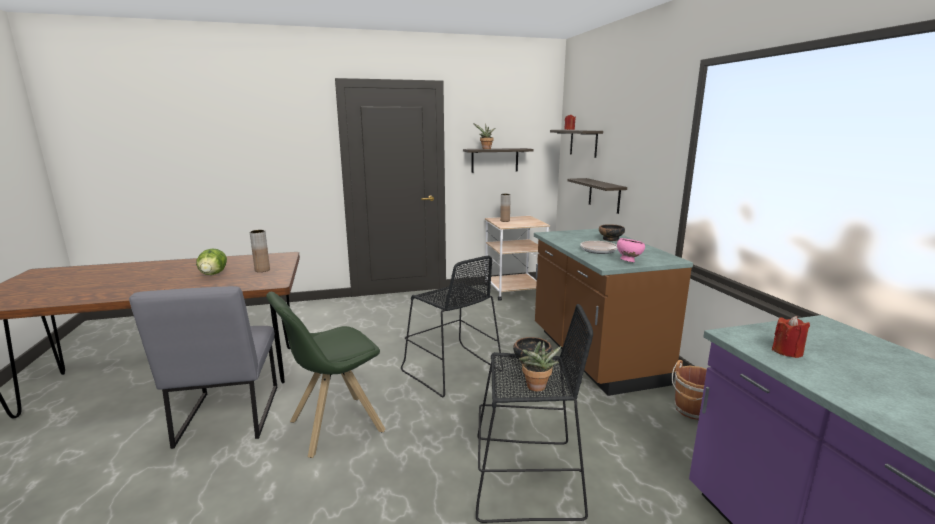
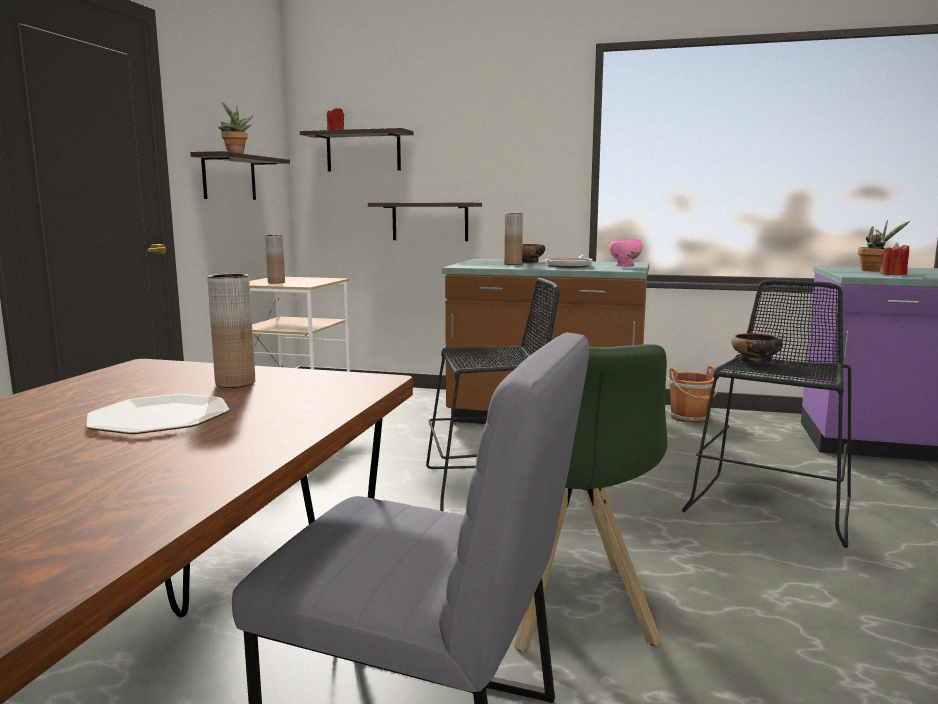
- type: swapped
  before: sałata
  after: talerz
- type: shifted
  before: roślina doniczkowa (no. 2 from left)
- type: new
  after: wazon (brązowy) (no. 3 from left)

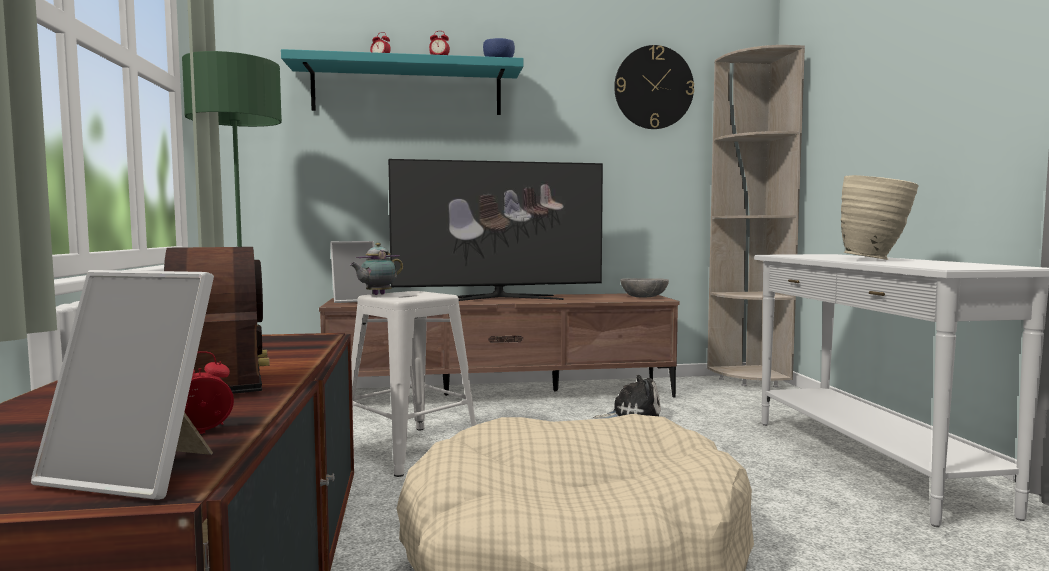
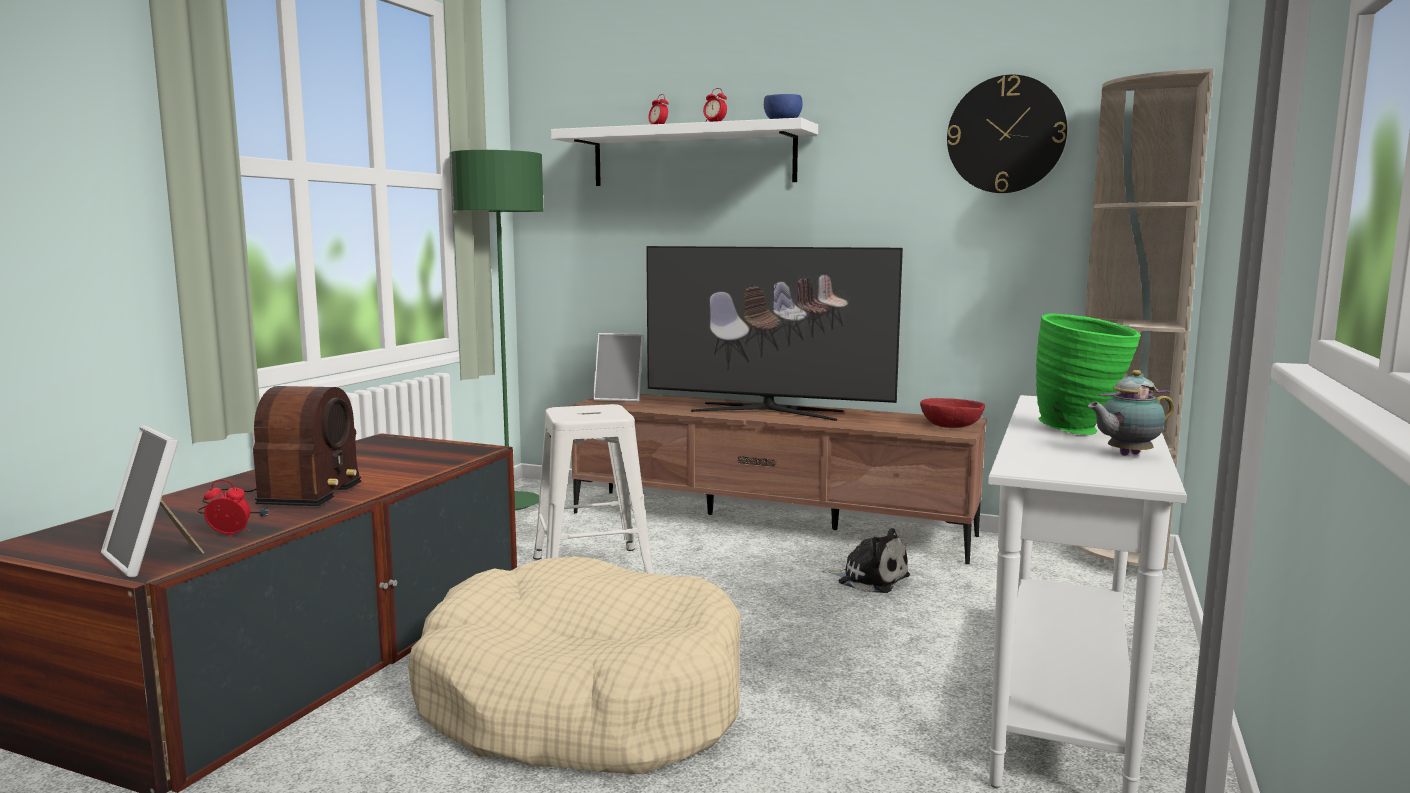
- type: repainted
  before: półka (turkusowy)
  after: półka (biały)
- type: shifted
  before: imbryk
- type: repainted
  before: miska (szary)
  after: miska (czerwony)
- type: repainted
  before: wazon (beżowy)
  after: wazon (zielony)

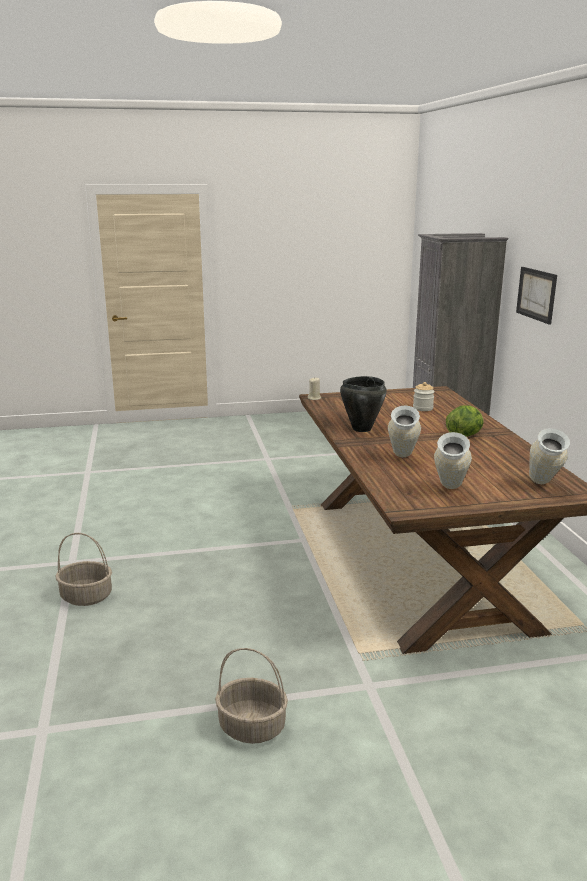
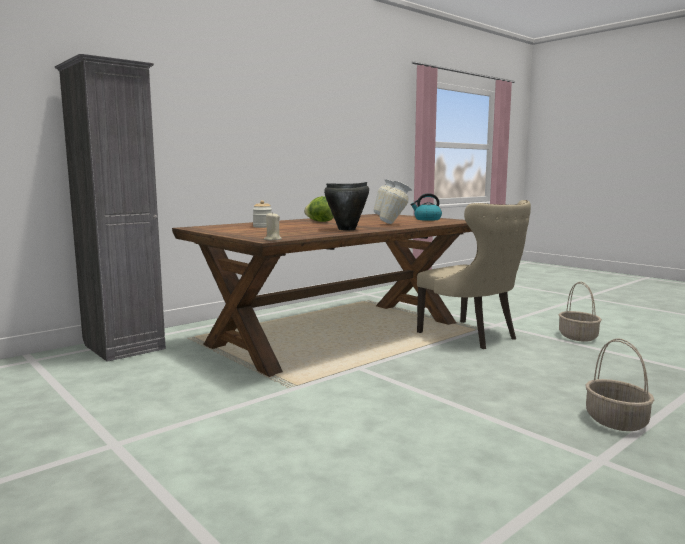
- type: swapped
  before: wazon (no. 2 from left)
  after: czajnik
- type: gone
  before: obraz
- type: new
  after: krzesło (beżowy)

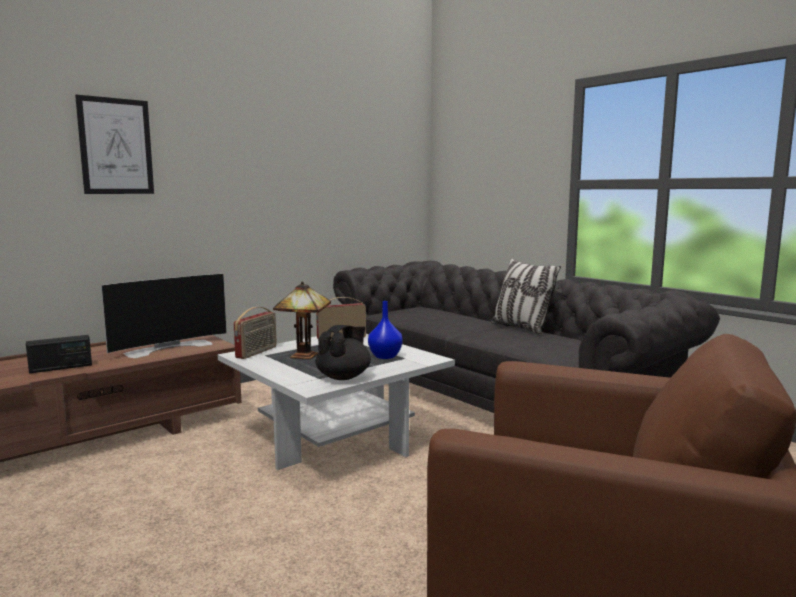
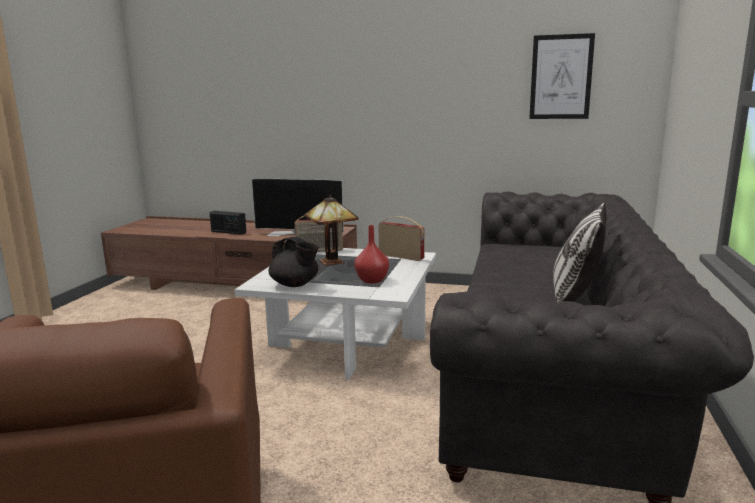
- type: shifted
  before: obraz
- type: rotated
  before: imbryk (czarny)
  turn: 45
- type: repainted
  before: wazon (niebieski)
  after: wazon (czerwony)

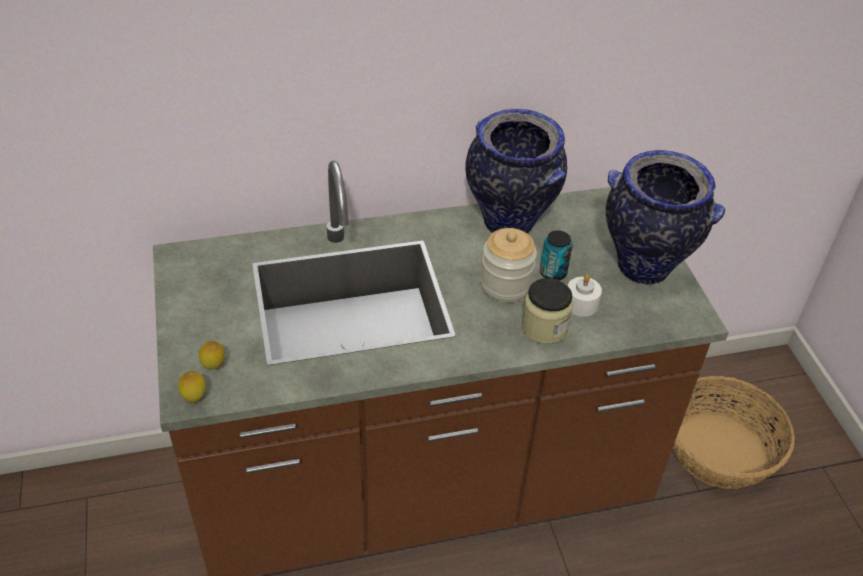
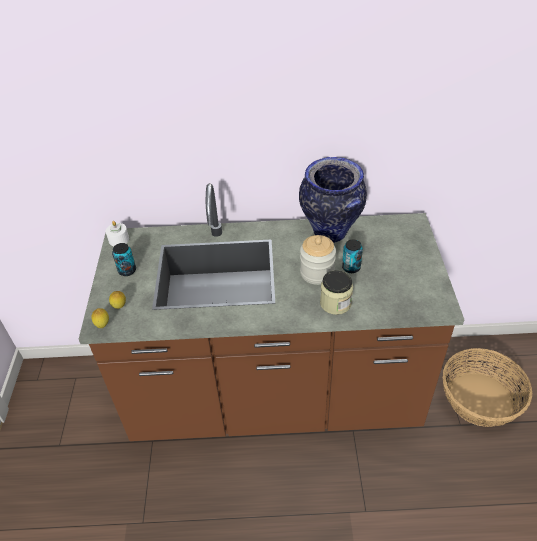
- type: shifted
  before: świeca (biały)
- type: gone
  before: wazon (no. 2 from left)
- type: new
  after: puszka (no. 1 from left)

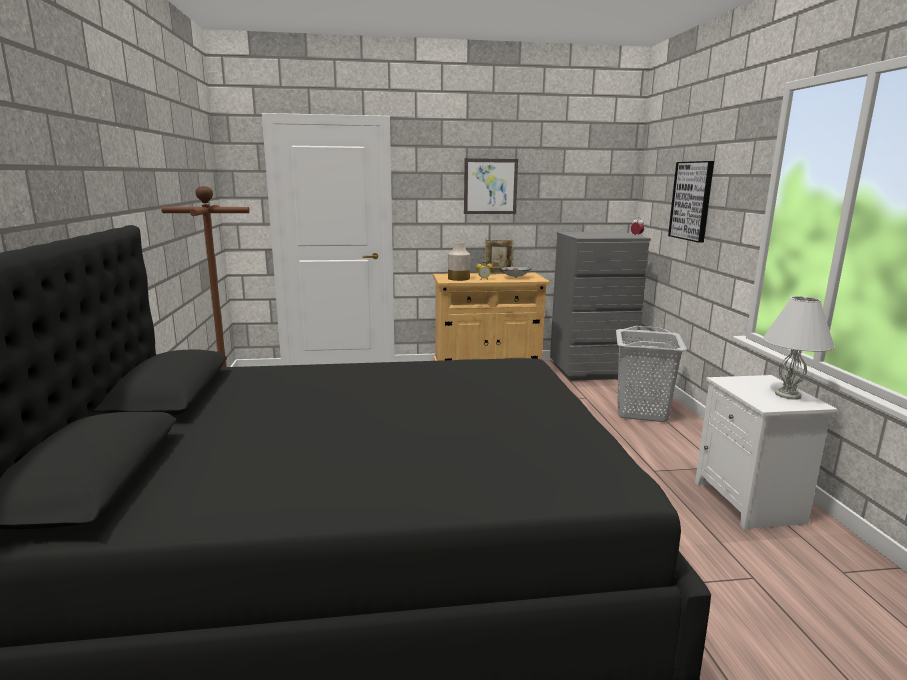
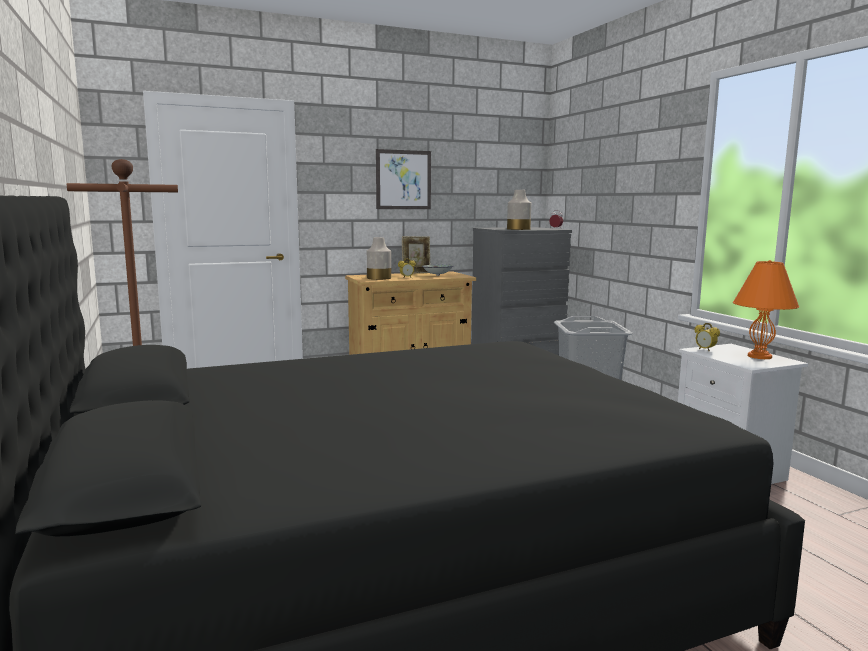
- type: gone
  before: obraz (no. 2 from left)
- type: repainted
  before: lampa stołowa (biały)
  after: lampa stołowa (pomarańczowy)
- type: new
  after: wazon (beżowy) (no. 2 from left)
- type: new
  after: budzik (no. 3 from left)

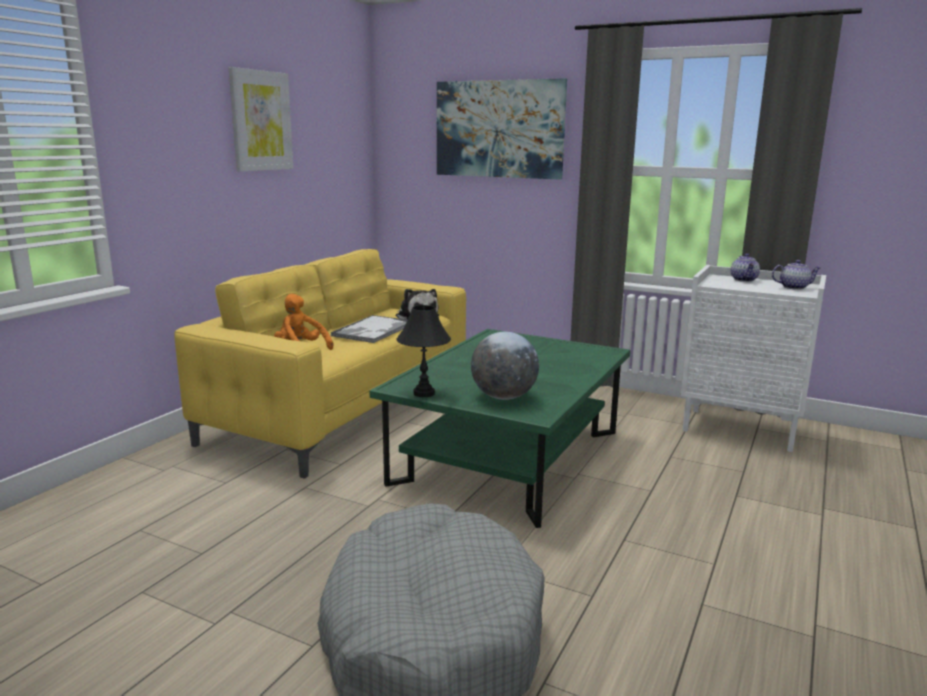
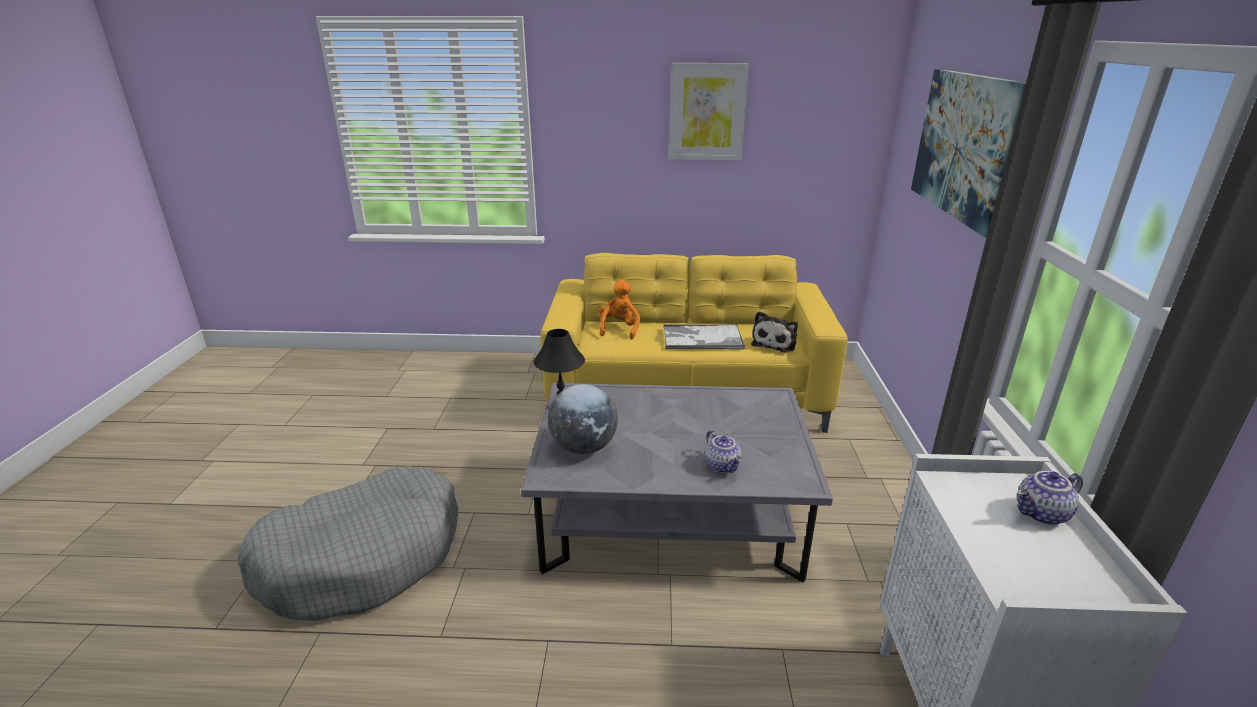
- type: repainted
  before: ława (zielony)
  after: ława (szary)
- type: shifted
  before: imbryk (no. 2 from left in the first image)
  after: imbryk (no. 1 from left)

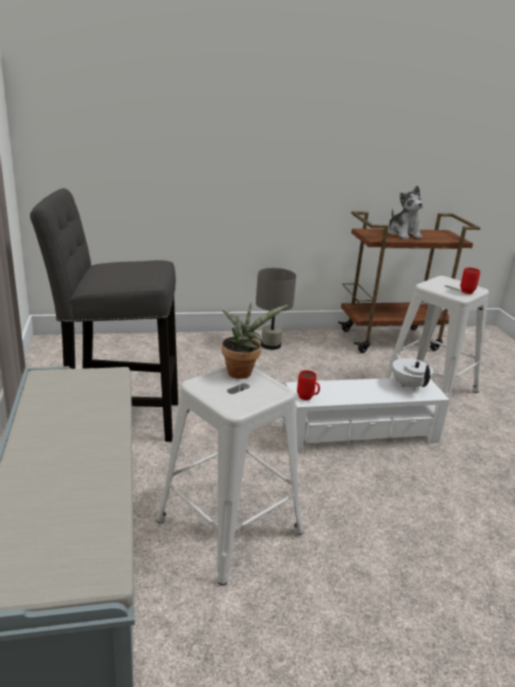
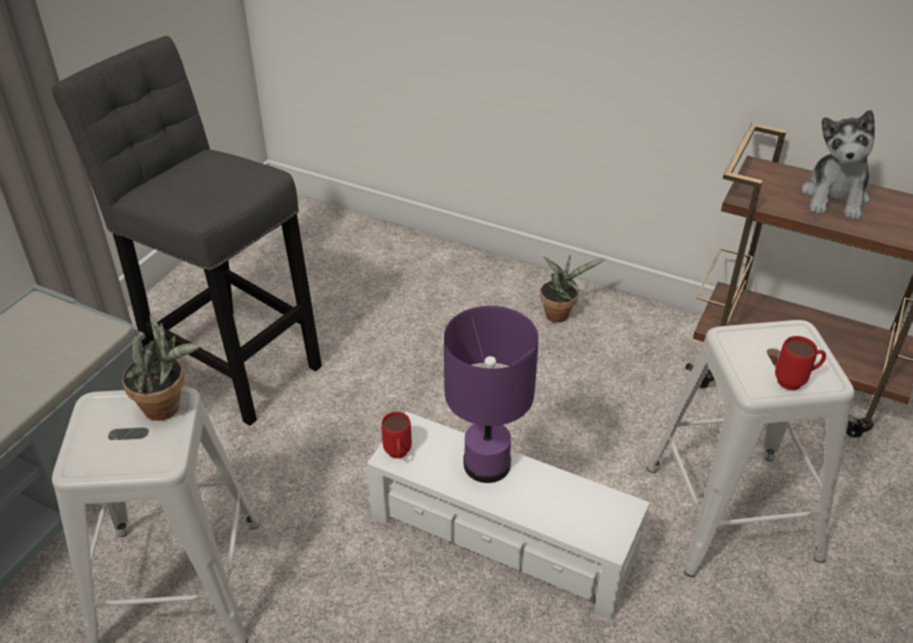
- type: swapped
  before: lampa stołowa (szary)
  after: roślina doniczkowa (no. 2 from left)
- type: gone
  before: imbryk (biały)
- type: new
  after: lampa stołowa (fioletowy)

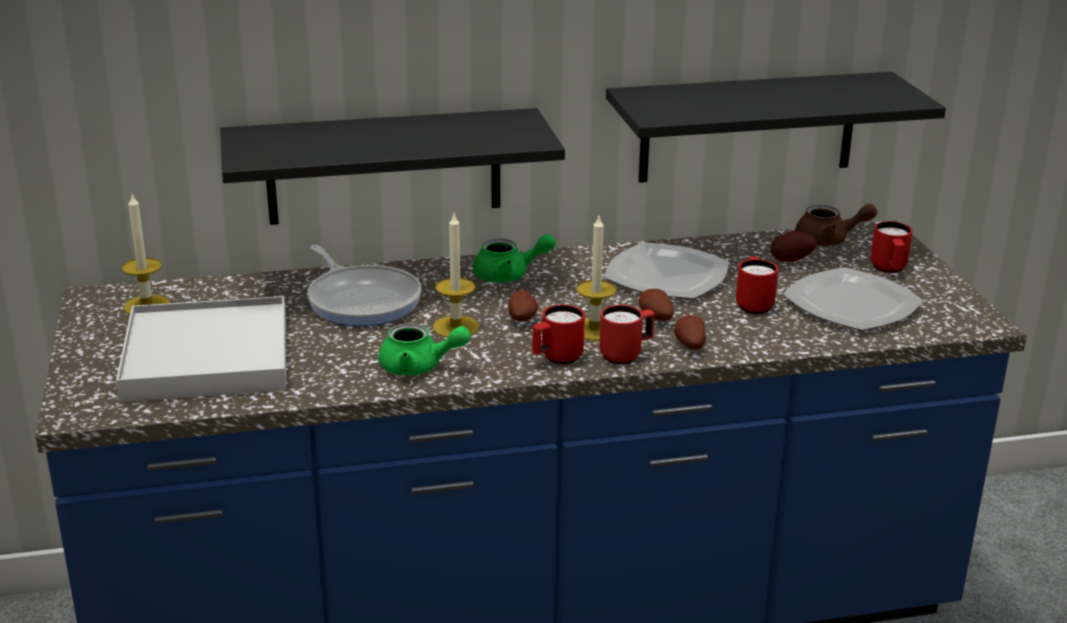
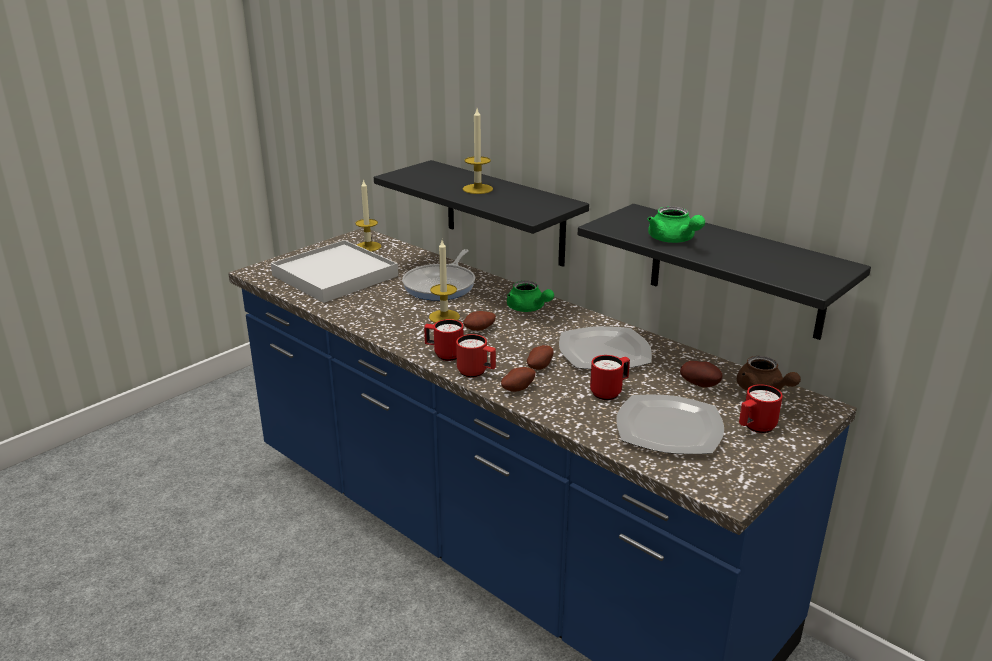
- type: shifted
  before: imbryk (zielony) (no. 1 from left in the first image)
  after: imbryk (zielony) (no. 2 from left)
- type: shifted
  before: świeca (no. 3 from left)

